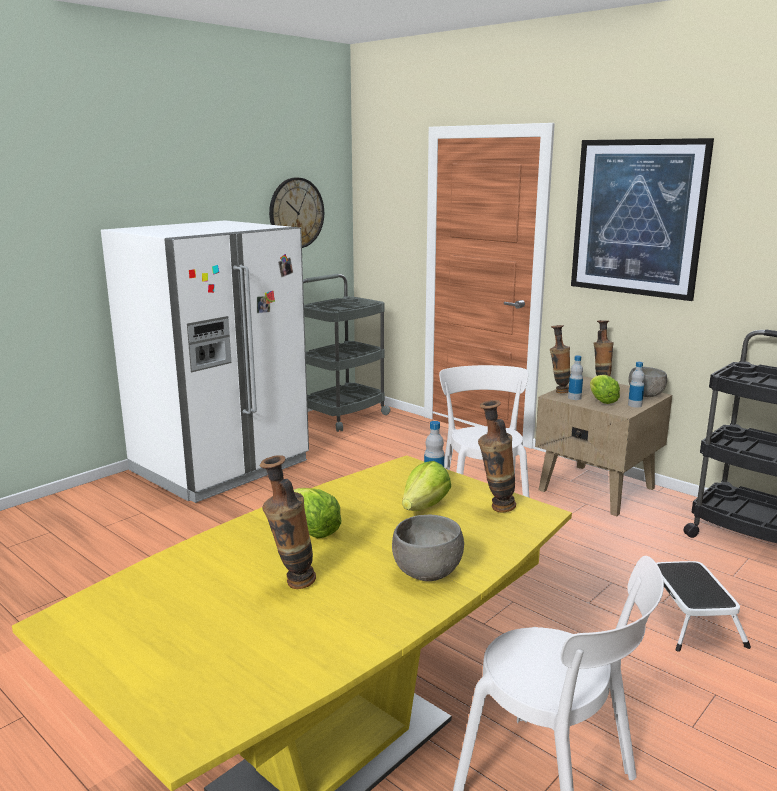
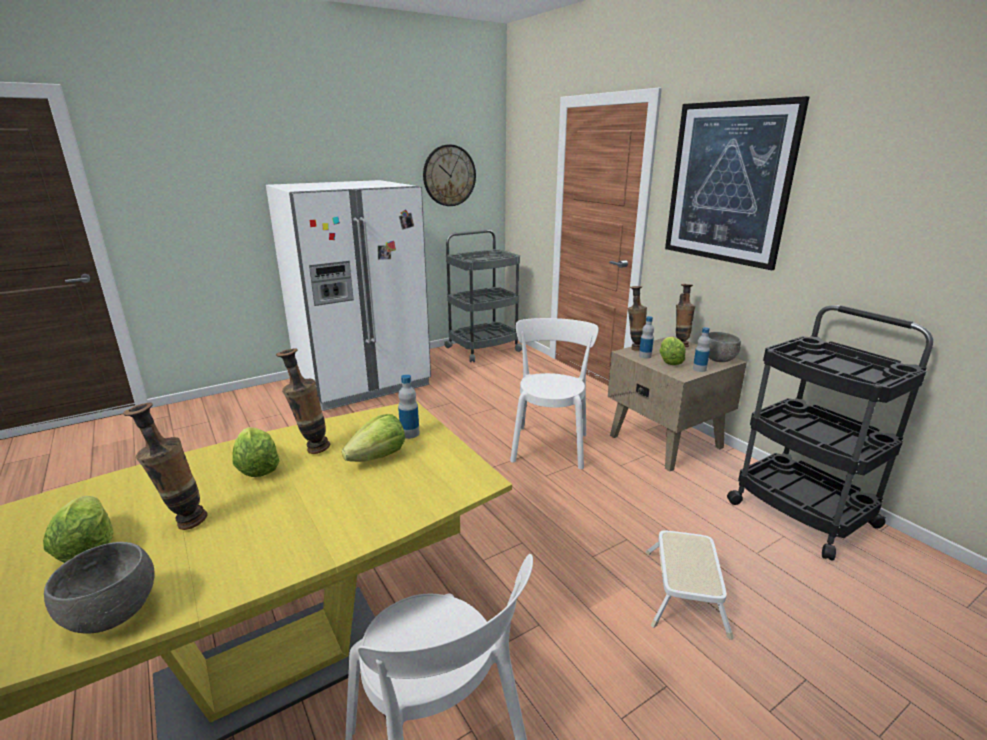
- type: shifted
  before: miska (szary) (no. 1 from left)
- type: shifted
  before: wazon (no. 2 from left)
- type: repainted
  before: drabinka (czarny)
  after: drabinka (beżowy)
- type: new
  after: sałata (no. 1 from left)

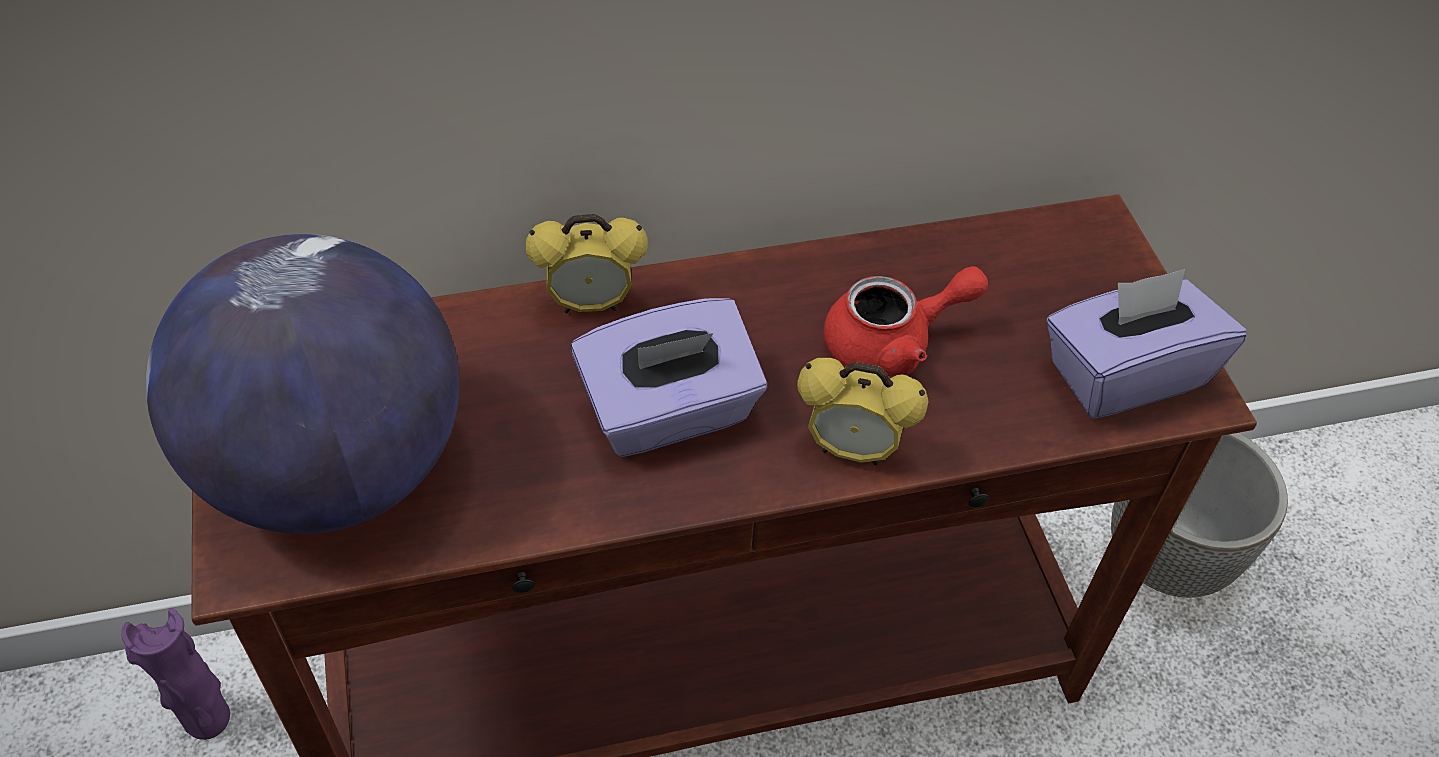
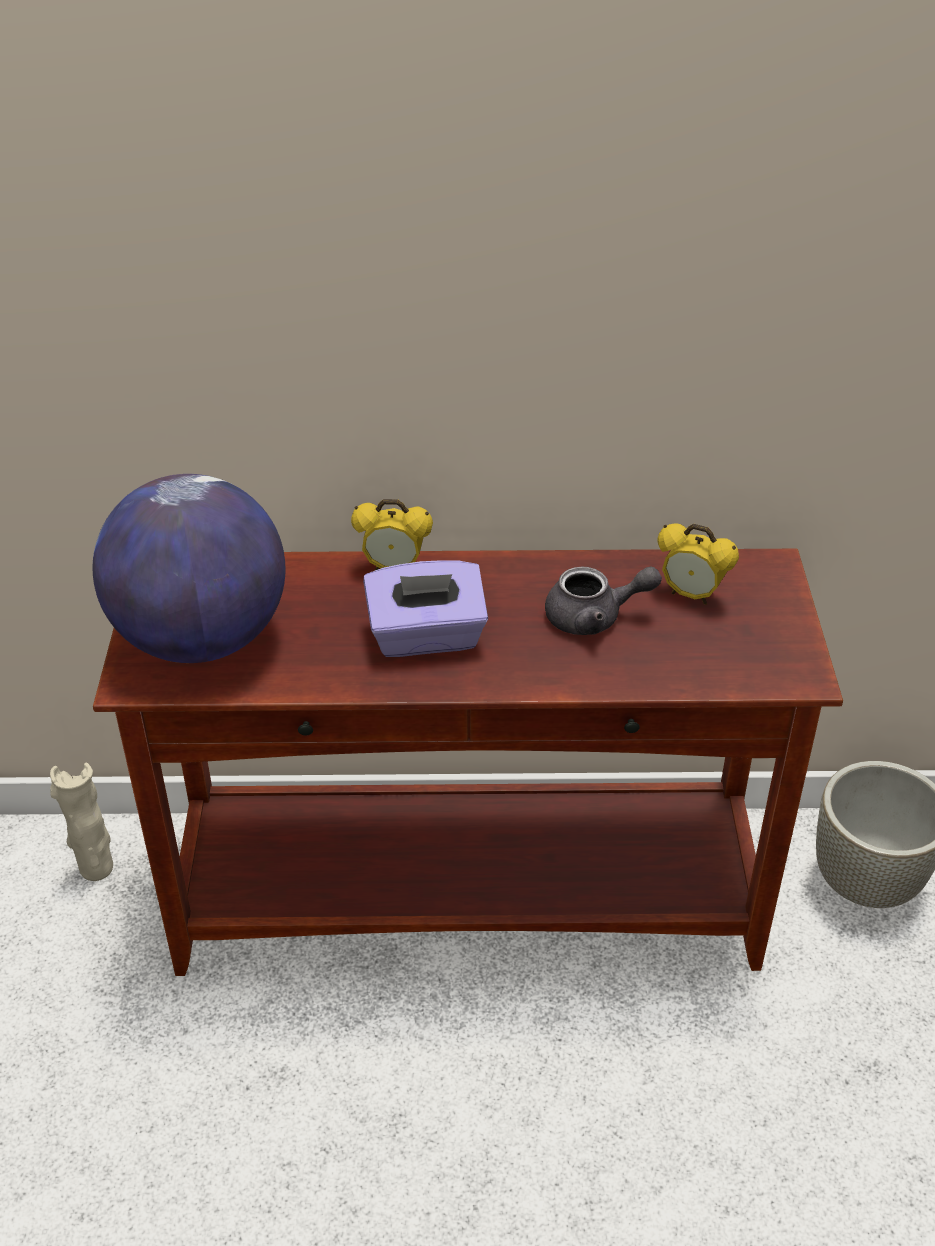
- type: repainted
  before: wazon (fioletowy)
  after: wazon (beżowy)
- type: shifted
  before: budzik (no. 2 from left)
- type: repainted
  before: imbryk (czerwony)
  after: imbryk (szary)
- type: gone
  before: pudełko chusteczek (fioletowy) (no. 2 from left)

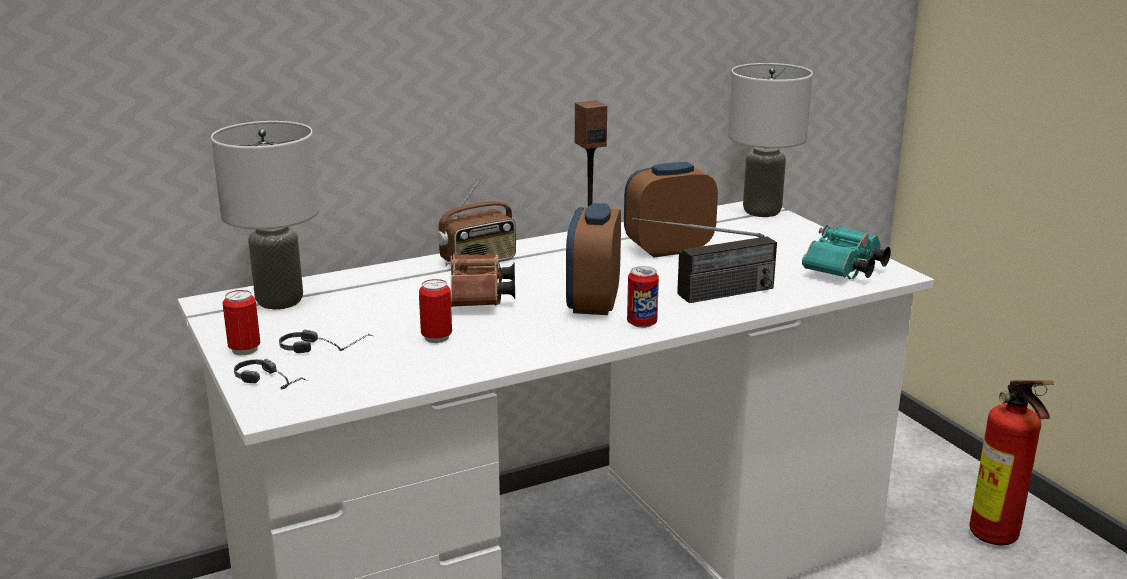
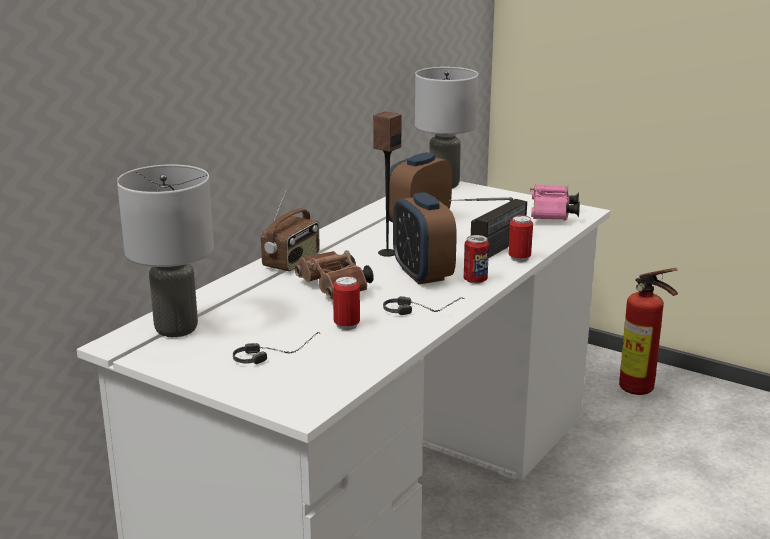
- type: shifted
  before: puszka (no. 1 from left in the first image)
  after: puszka (no. 3 from left)
- type: shifted
  before: słuchawki (no. 1 from left in the first image)
  after: słuchawki (no. 2 from left)
- type: repainted
  before: lornetka (turkusowy)
  after: lornetka (różowy)

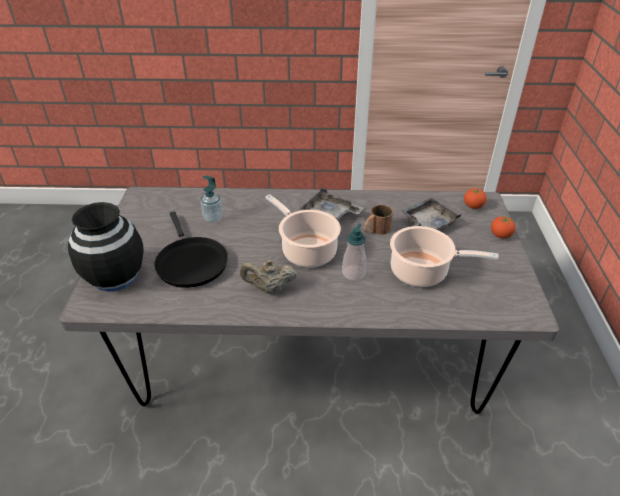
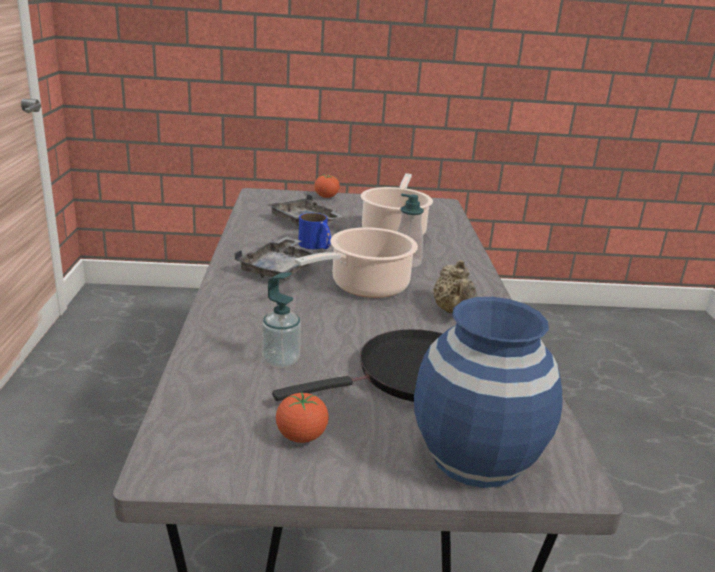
- type: repainted
  before: wazon (czarny)
  after: wazon (niebieski)
- type: repainted
  before: kubek (brązowy)
  after: kubek (niebieski)
- type: shifted
  before: pomidor (no. 1 from left)

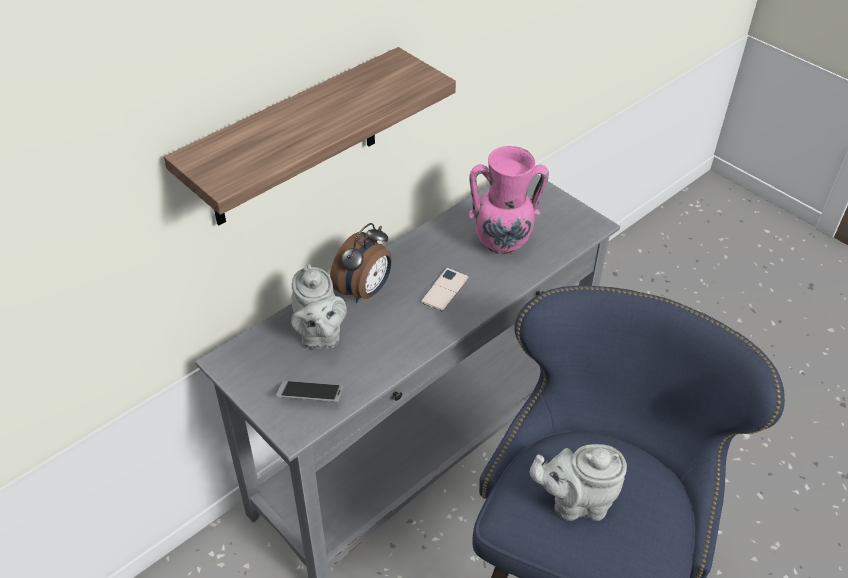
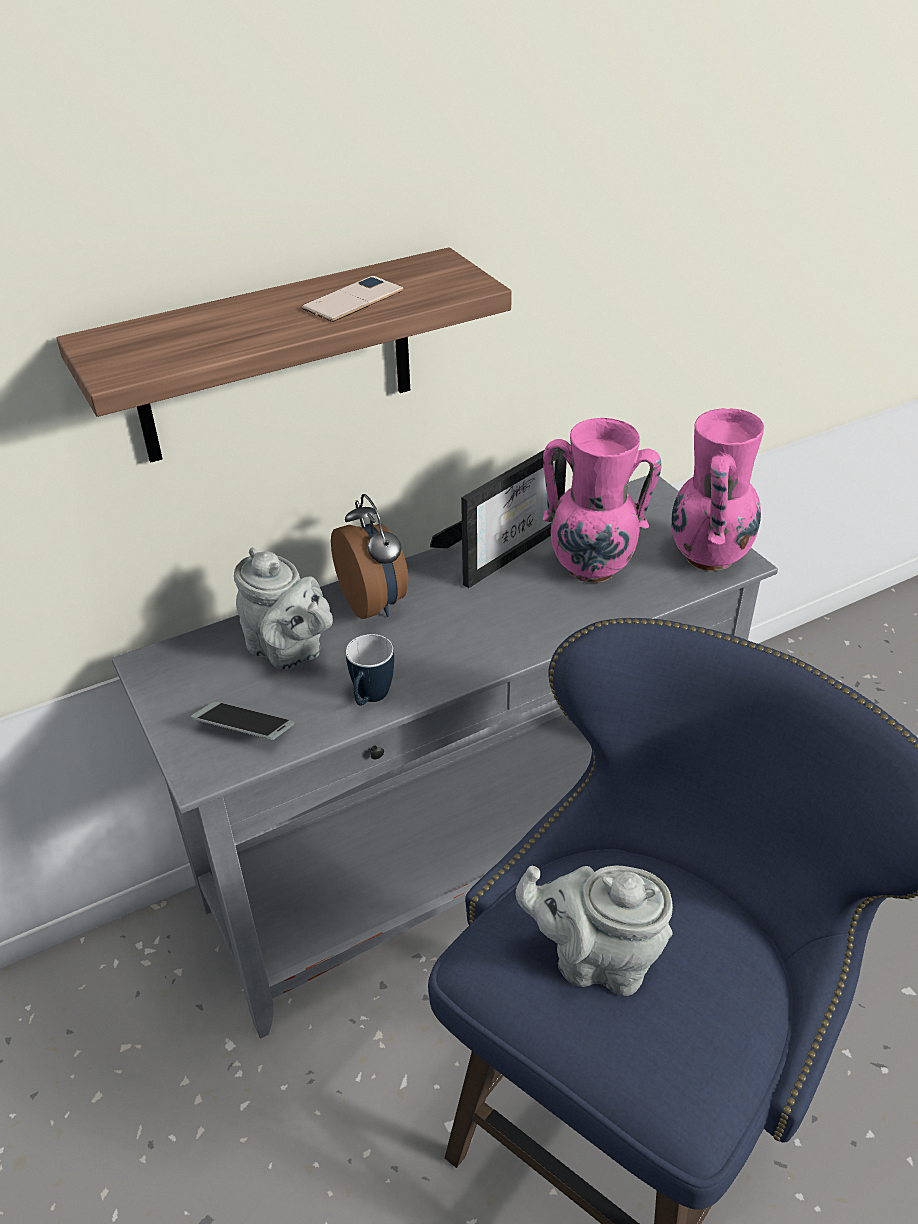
- type: rotated
  before: imbryk (szary) (no. 1 from left)
  turn: -45
- type: rotated
  before: budzik
  turn: -75
- type: shifted
  before: telefon (no. 2 from left)
- type: new
  after: kubek
- type: new
  after: ramka na zdjęcie
- type: new
  after: wazon (różowy) (no. 2 from left)

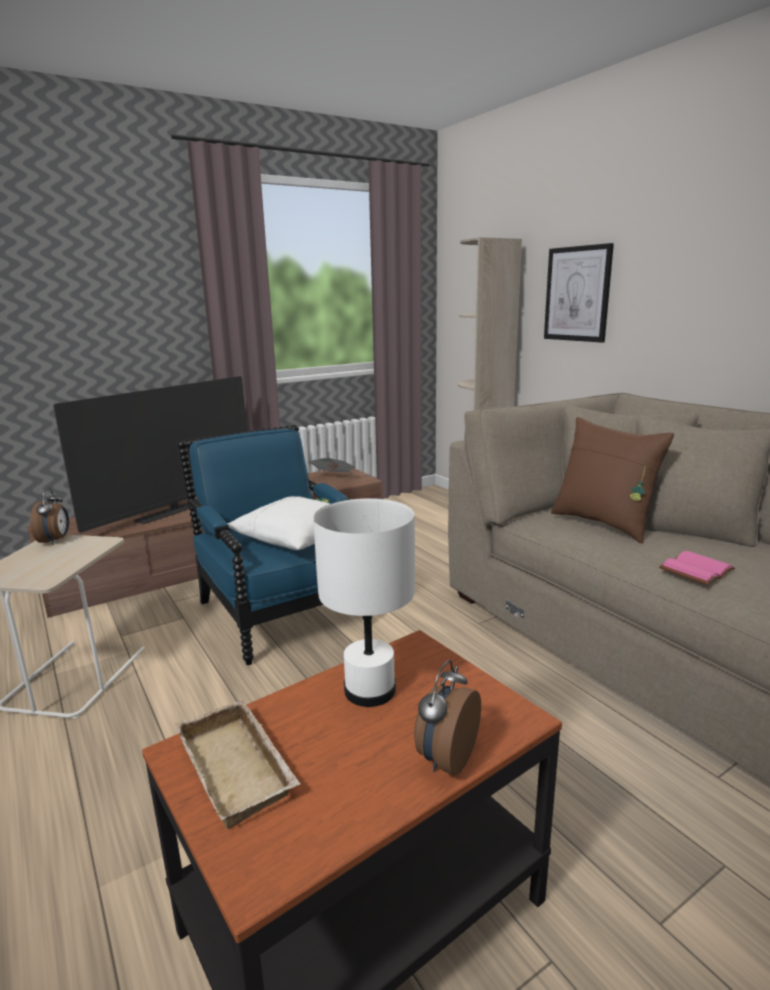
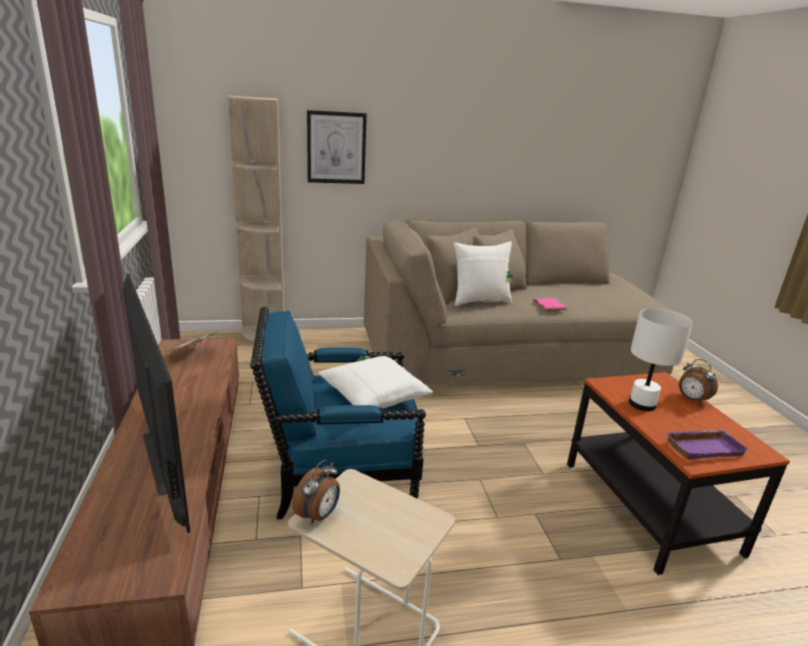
- type: rotated
  before: budzik (no. 1 from left)
  turn: 105
- type: repainted
  before: taca (beżowy)
  after: taca (fioletowy)
- type: repainted
  before: poduszka (brązowy)
  after: poduszka (biały) (no. 2 from left)

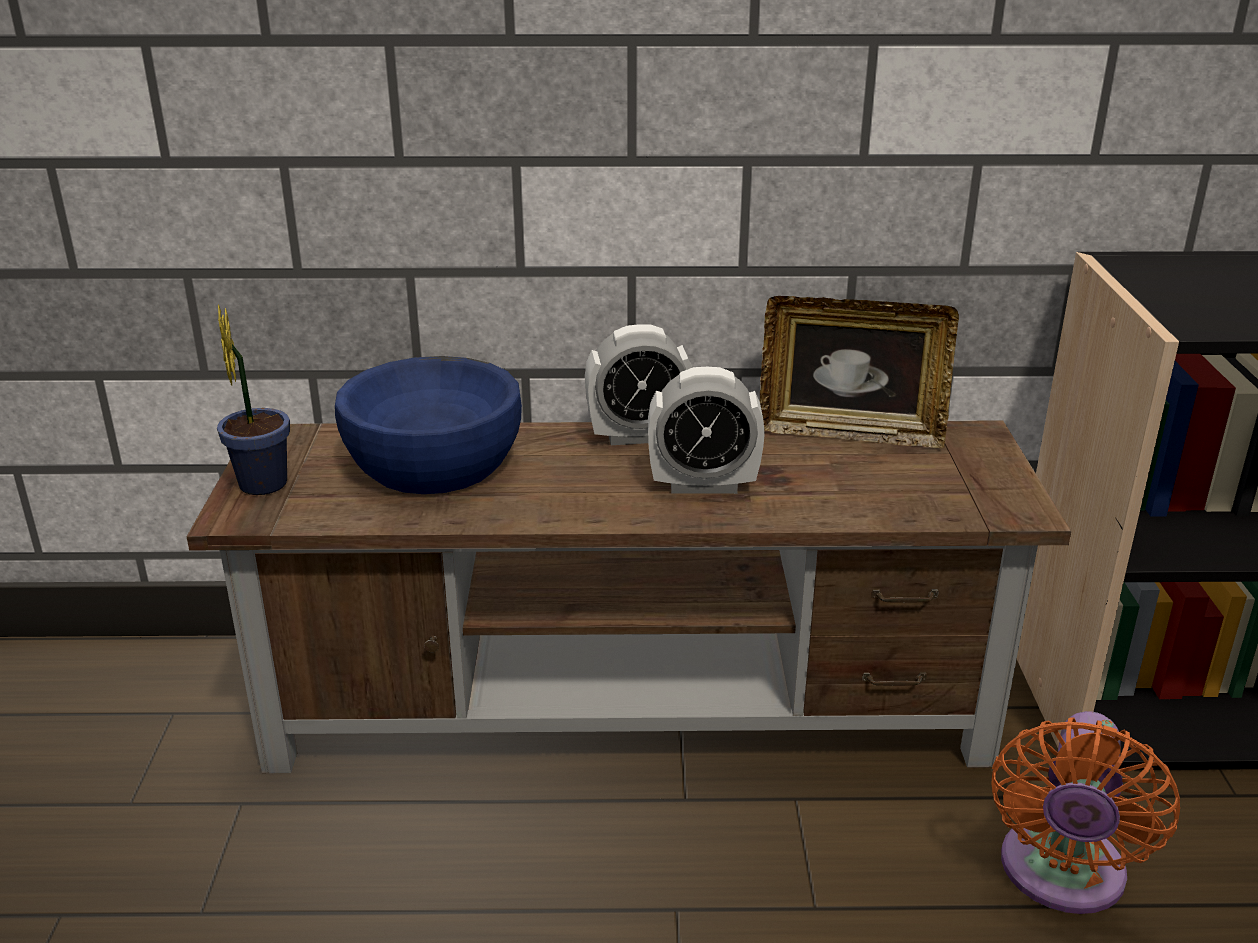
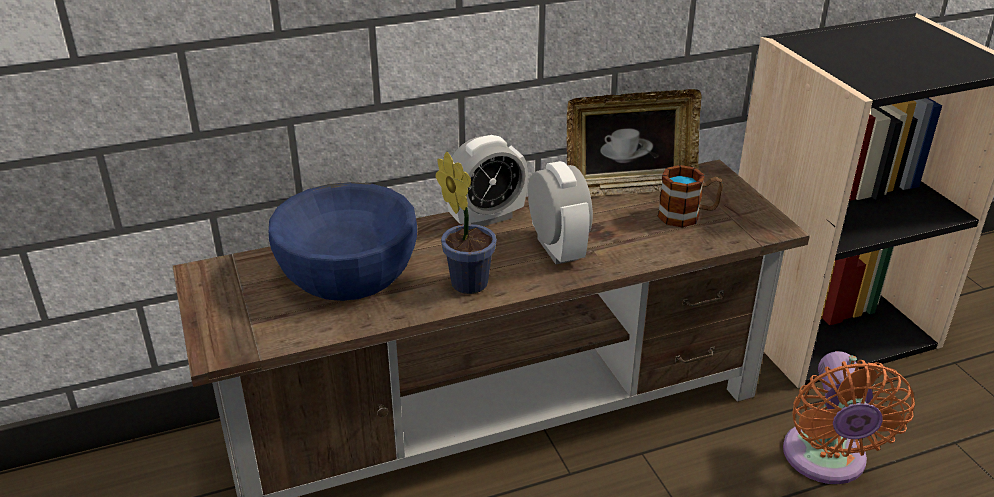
- type: shifted
  before: roślina doniczkowa
- type: rotated
  before: budzik (no. 2 from left)
  turn: -90
- type: new
  after: kubek

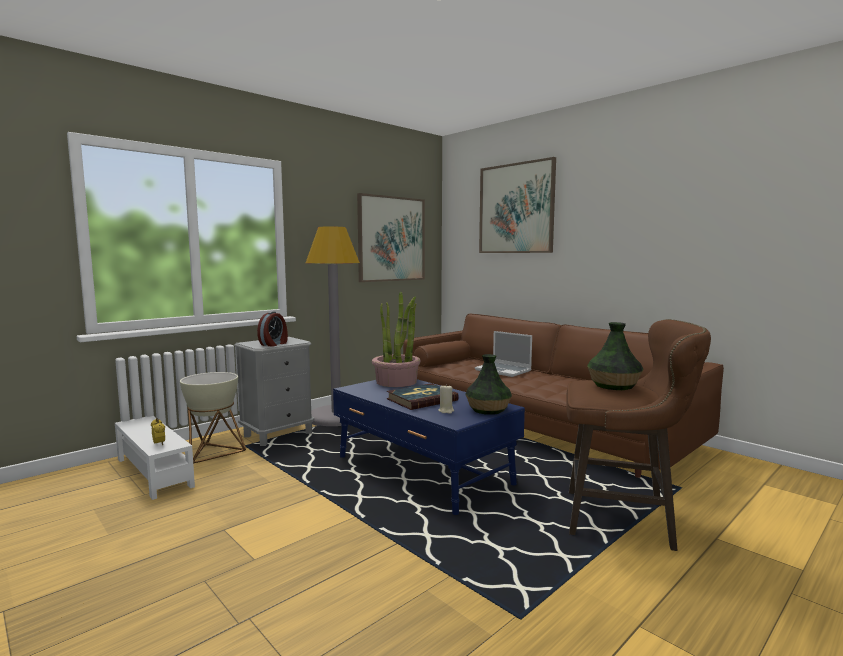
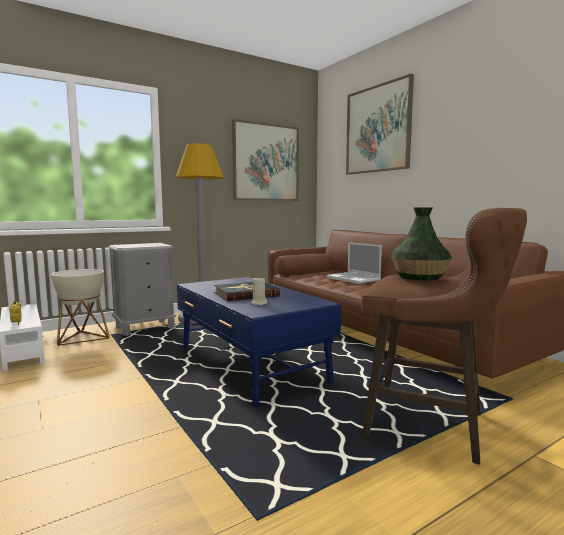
- type: gone
  before: budzik (no. 2 from left)
- type: gone
  before: roślina doniczkowa
- type: gone
  before: wazon (no. 1 from left)

